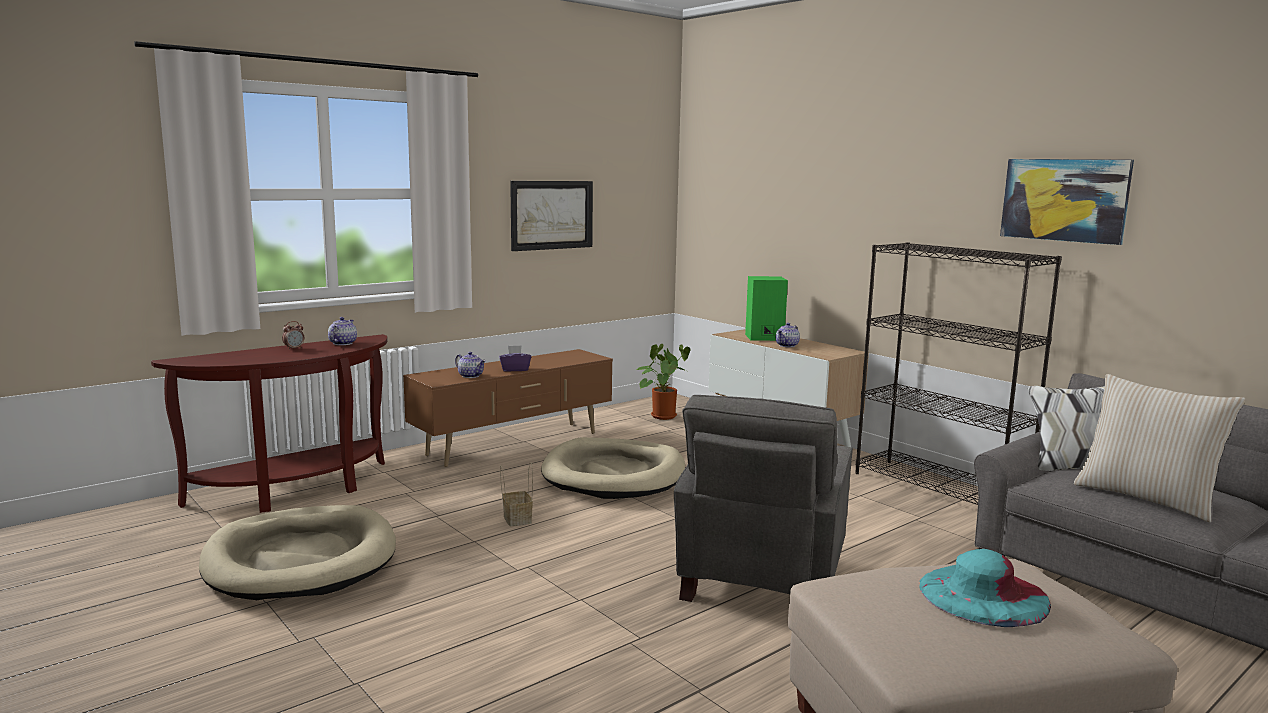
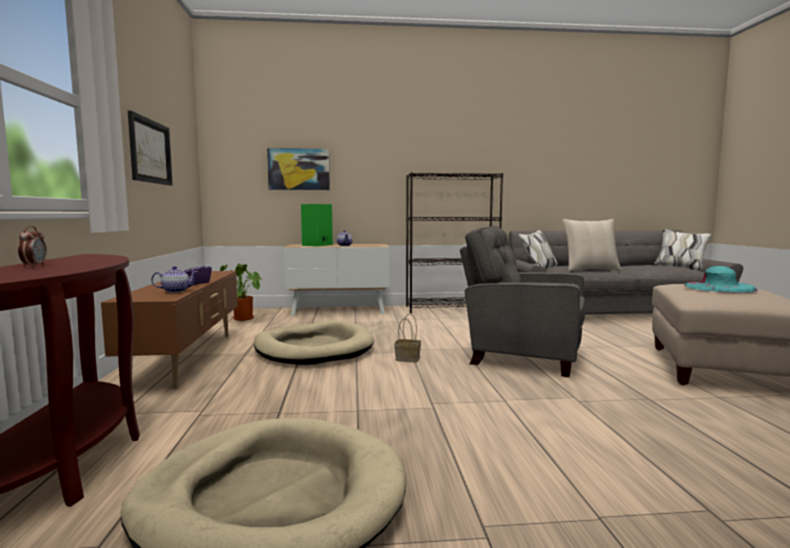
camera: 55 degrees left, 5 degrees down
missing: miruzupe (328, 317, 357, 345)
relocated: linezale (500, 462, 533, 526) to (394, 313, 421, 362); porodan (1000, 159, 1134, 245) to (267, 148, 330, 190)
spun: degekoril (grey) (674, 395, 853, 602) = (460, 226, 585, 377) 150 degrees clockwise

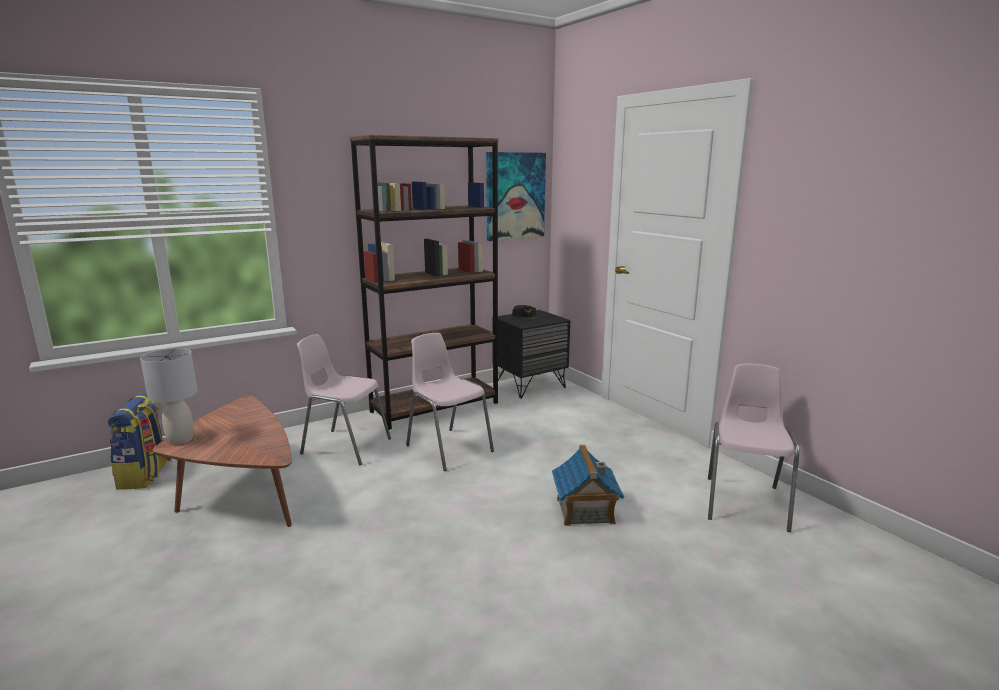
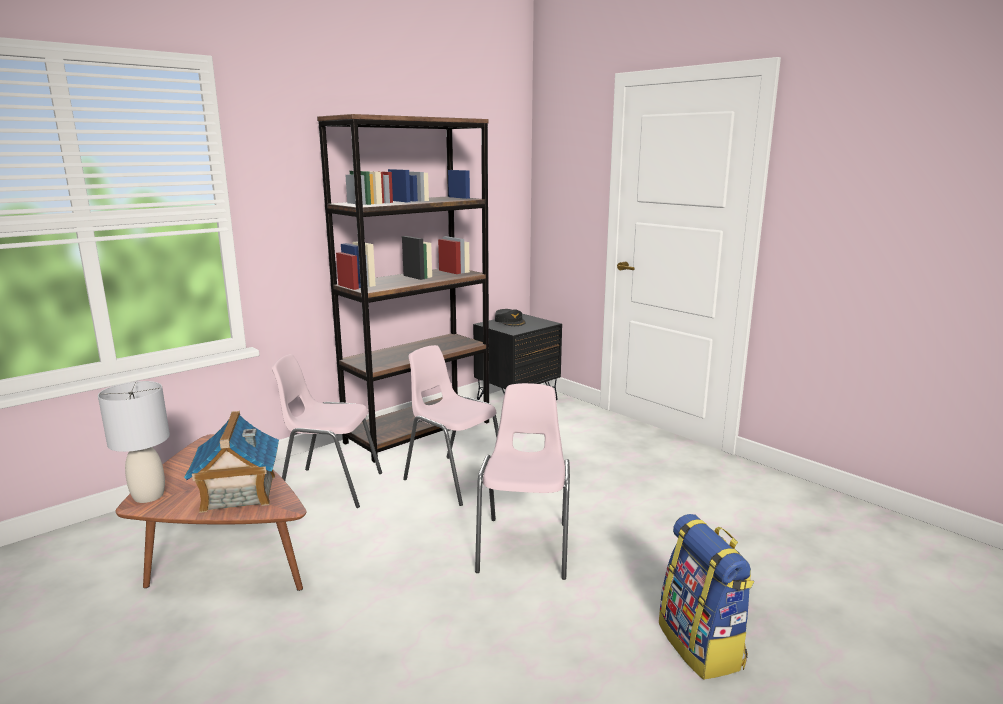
camera: 10 degrees left, 0 degrees up
missing: porodan (486, 152, 546, 241)
relocated: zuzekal (108, 393, 172, 490) to (659, 514, 754, 680); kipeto (552, 445, 625, 526) to (184, 411, 279, 513); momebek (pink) (708, 364, 799, 532) to (475, 383, 570, 580)

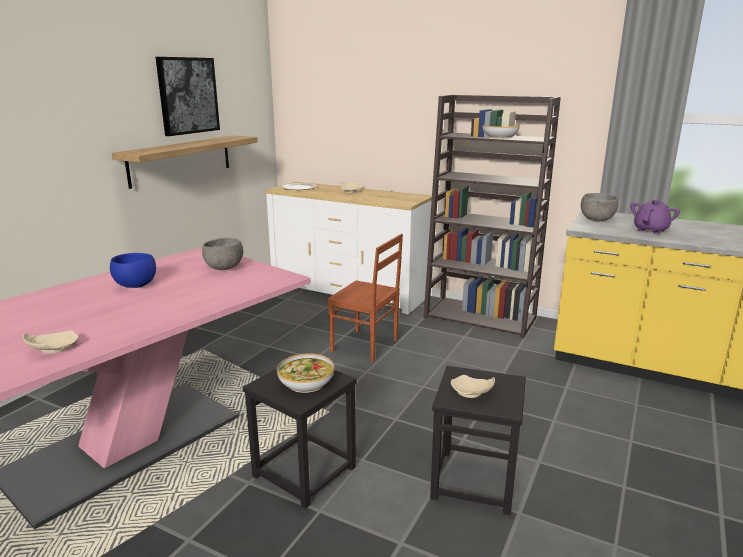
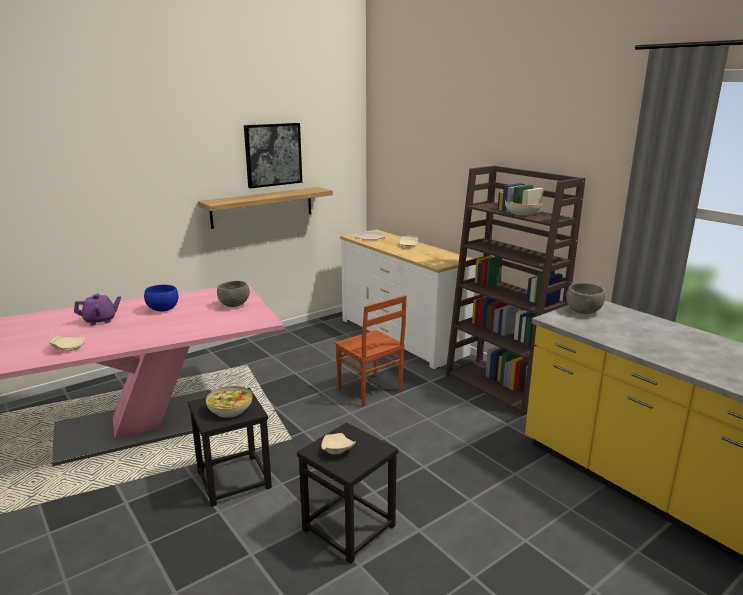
camera: 25 degrees right, 0 degrees up
relocated: miruzupe (purple) (631, 200, 680, 234) to (74, 293, 121, 326)

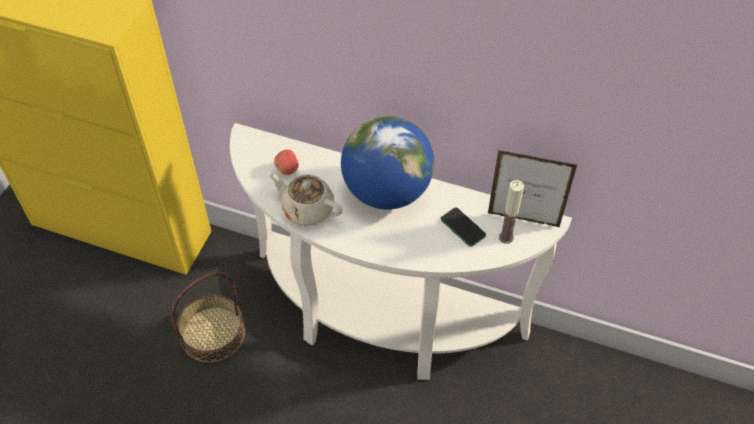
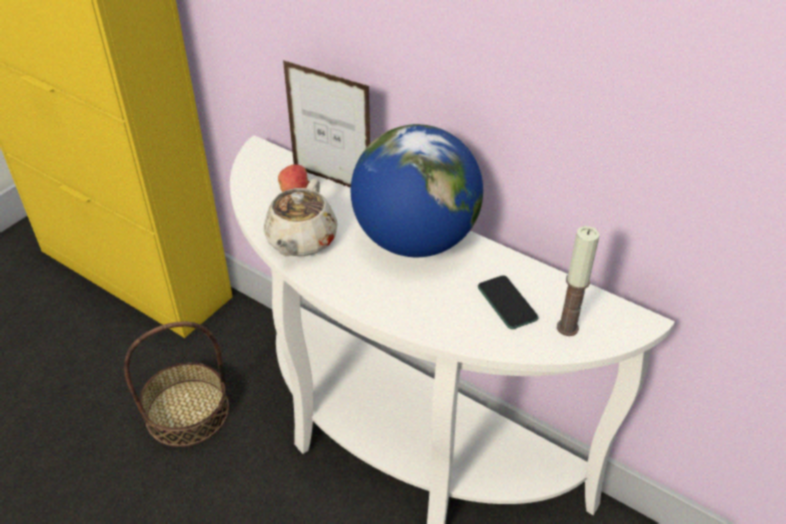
camera: 15 degrees right, 10 degrees down
relocated: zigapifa (488, 150, 577, 227) to (283, 60, 370, 188)
spun: miruzupe (beige) (268, 172, 343, 226) = (264, 178, 338, 256) 120 degrees counterclockwise

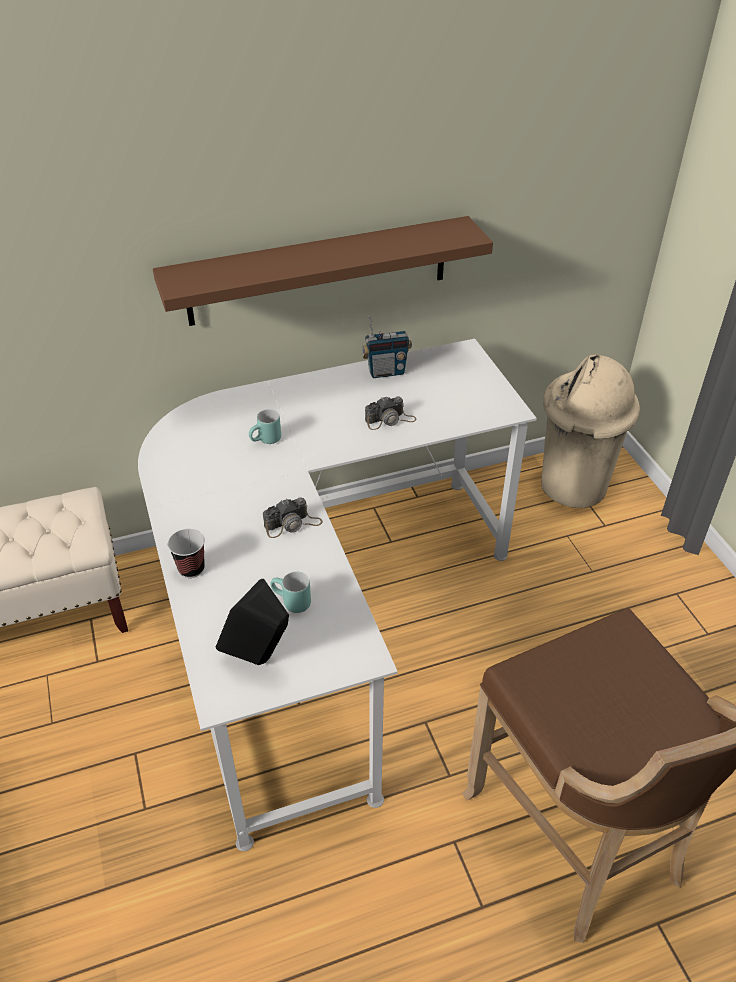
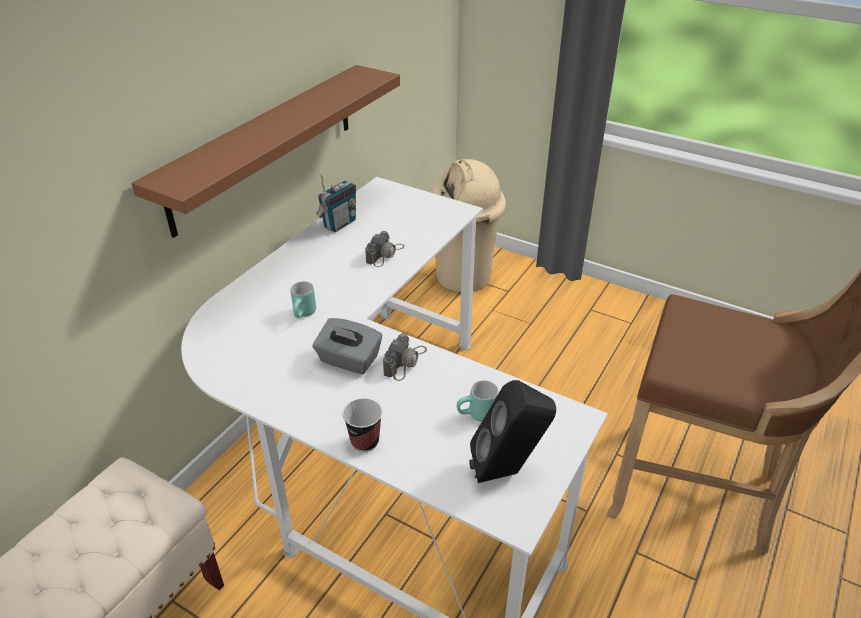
camera: 40 degrees left, 5 degrees down
appeared: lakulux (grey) (313, 318, 382, 374)

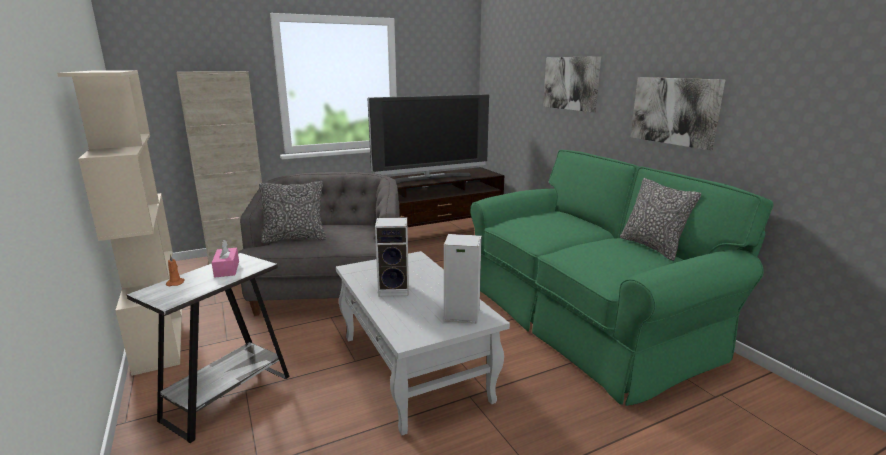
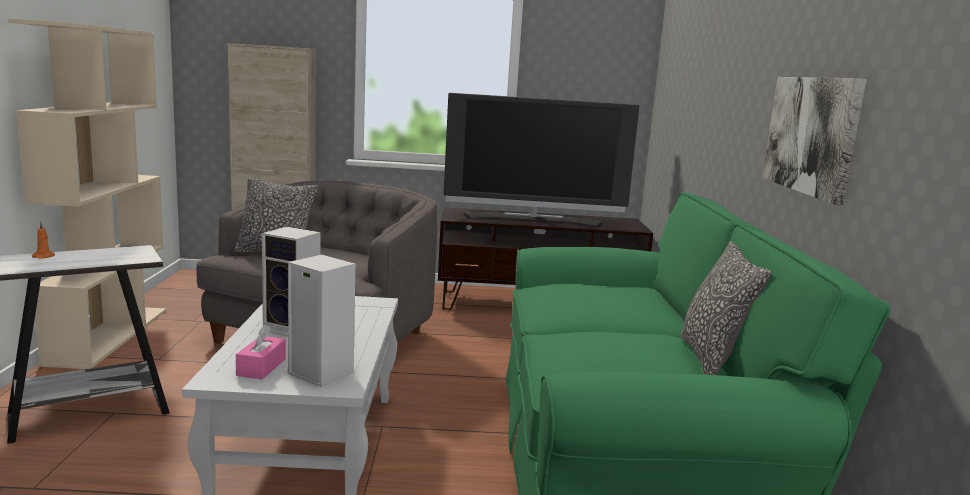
camera: 25 degrees right, 5 degrees down
missing: porodan (543, 56, 601, 112)
relocated: lakulux (pink) (212, 240, 239, 278) to (236, 325, 286, 379)

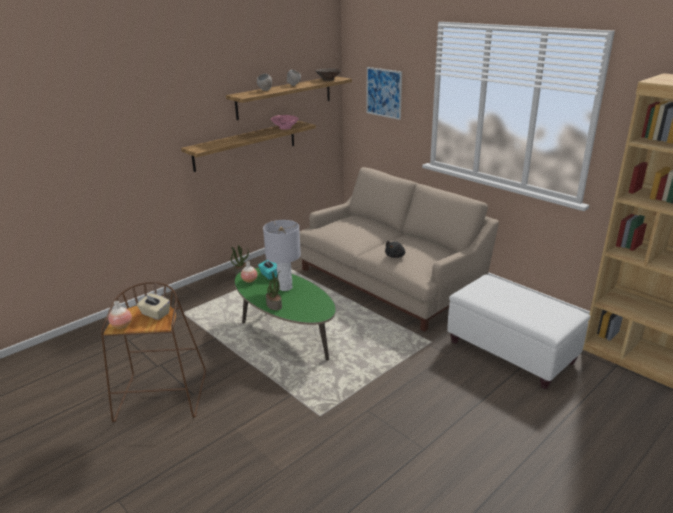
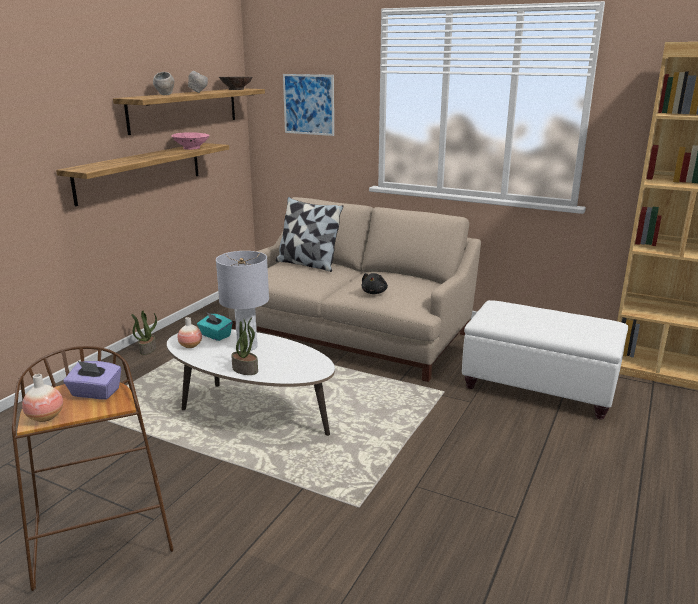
camera: 20 degrees left, 5 degrees down
appeared: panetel (276, 197, 344, 272)
colour: lakulux (beige) (137, 293, 170, 320) to lakulux (purple) (64, 361, 121, 400); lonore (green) (235, 268, 336, 361) to lonore (white) (167, 329, 335, 436)

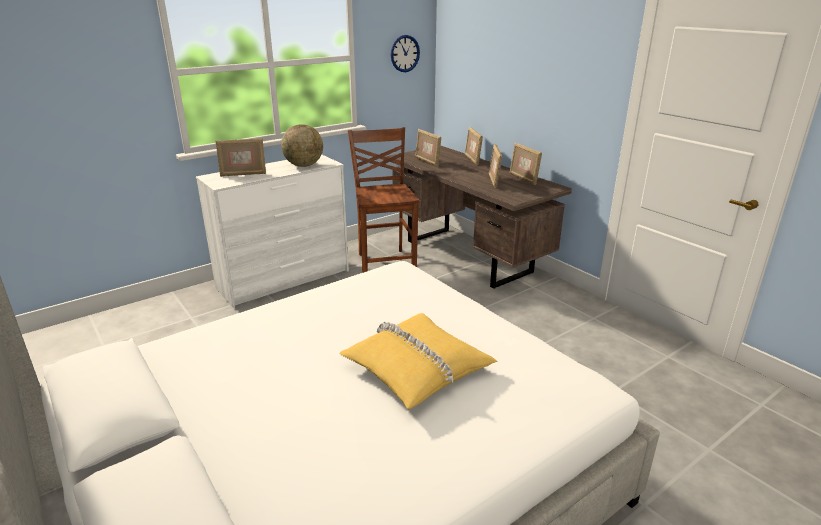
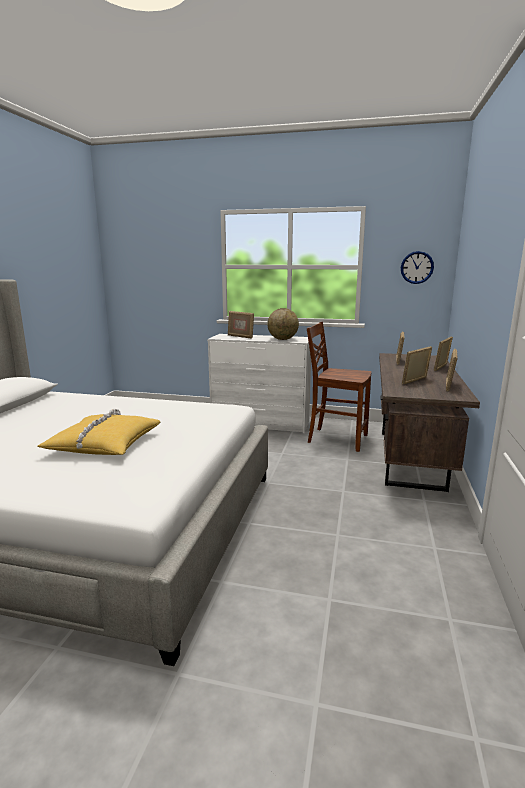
camera: 50 degrees right, 10 degrees down
spun: momebek (brown) (348, 127, 419, 273) = (307, 322, 371, 452) 105 degrees counterclockwise

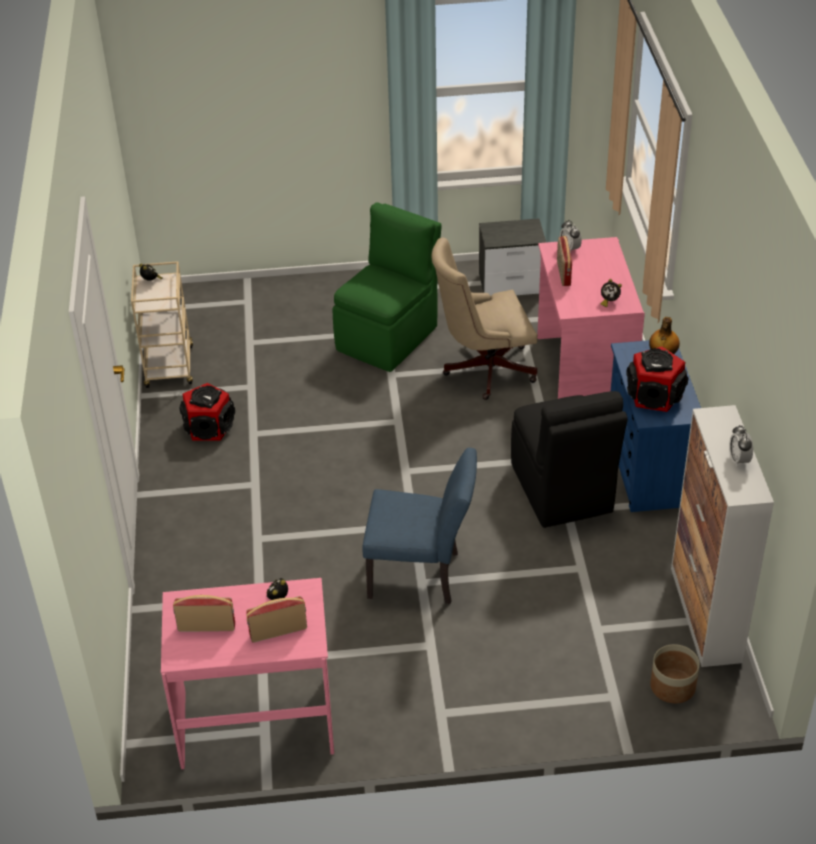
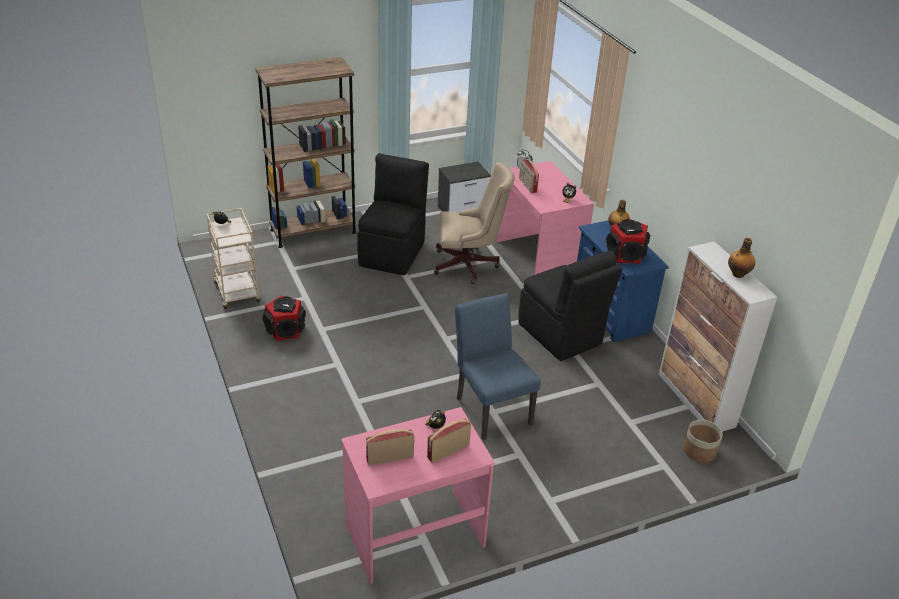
camera: 20 degrees left, 5 degrees down
appeared: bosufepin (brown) (255, 57, 356, 248)
exchanged: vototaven (729, 425, 753, 467) to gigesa (728, 238, 755, 278)
colour: momebek (green) (332, 203, 441, 372) to momebek (black) (357, 153, 429, 275)
spun: momebek (blue) (363, 448, 477, 604) = (455, 293, 541, 440) 105 degrees counterclockwise; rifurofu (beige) (432, 238, 537, 400) = (434, 162, 515, 284) 150 degrees counterclockwise

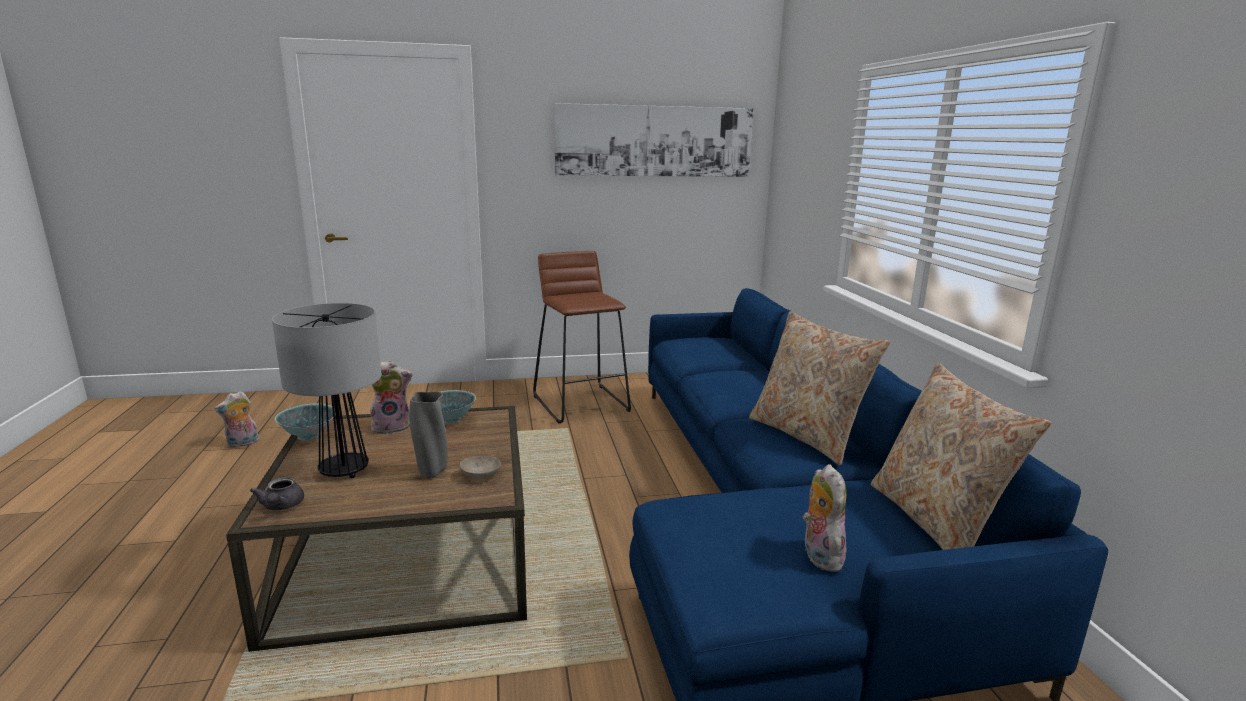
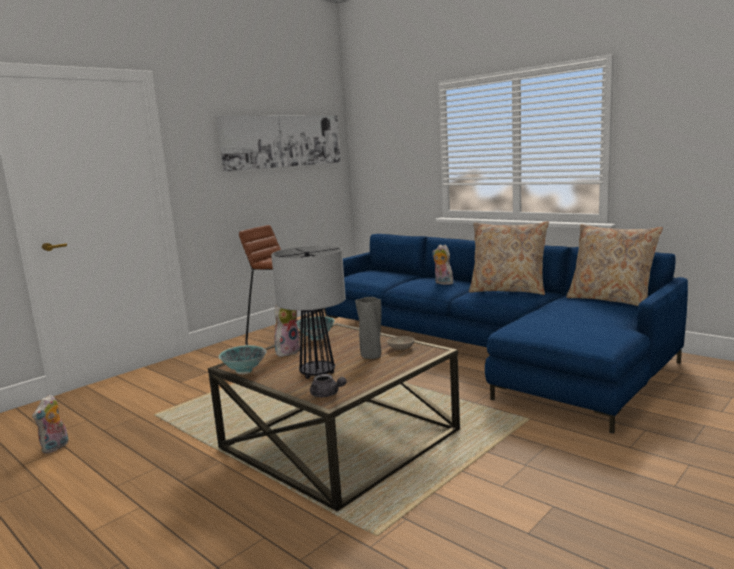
camera: 35 degrees left, 5 degrees down
relocated: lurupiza (803, 464, 846, 572) to (432, 244, 453, 285)

